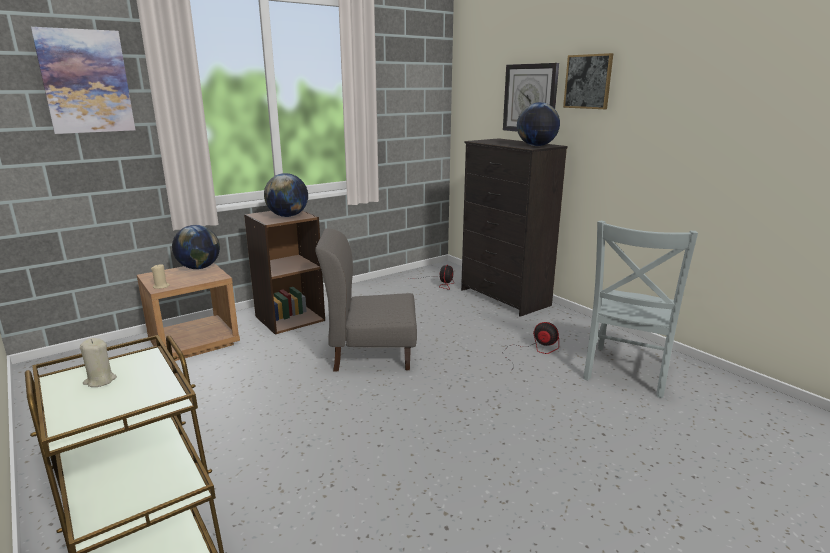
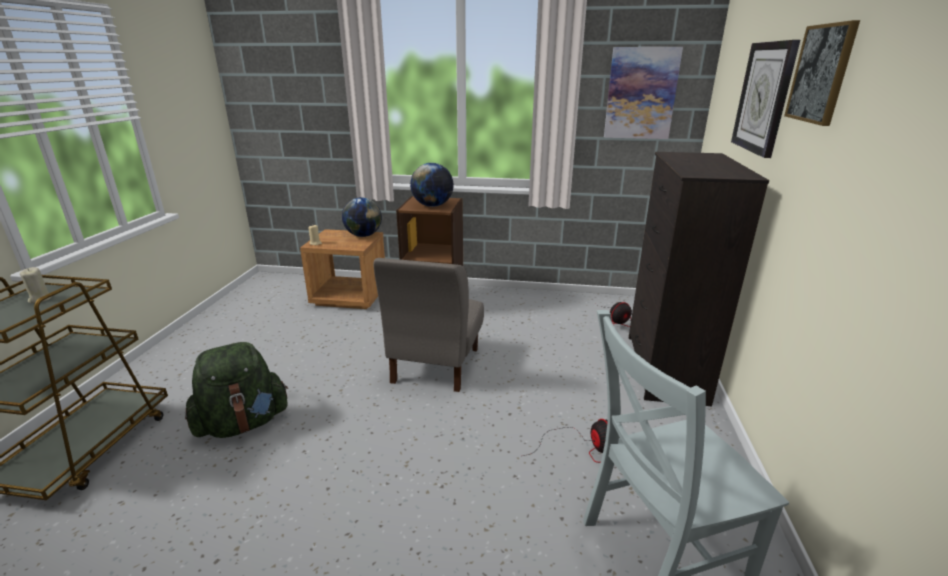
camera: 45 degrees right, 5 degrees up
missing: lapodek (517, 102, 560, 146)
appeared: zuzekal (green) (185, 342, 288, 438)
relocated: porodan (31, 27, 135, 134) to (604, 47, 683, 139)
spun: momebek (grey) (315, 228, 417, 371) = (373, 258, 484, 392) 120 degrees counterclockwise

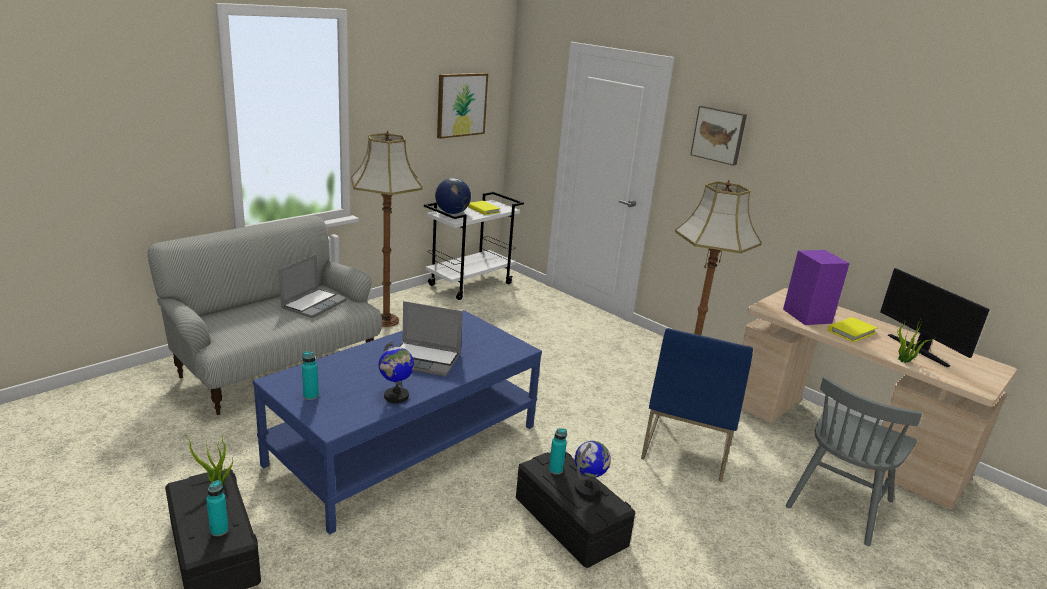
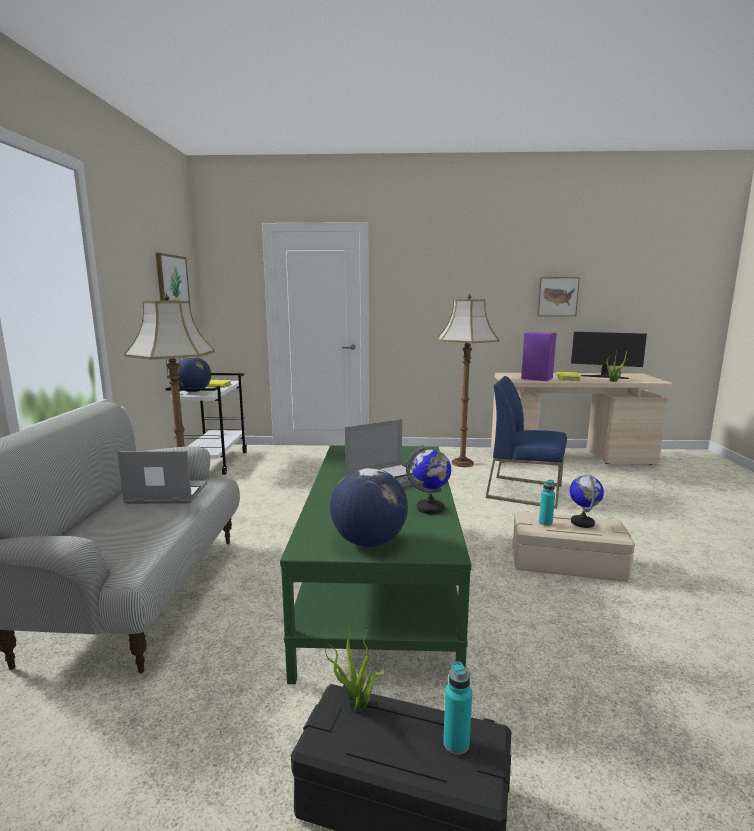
camera: 40 degrees left, 10 degrees down
missing: momebek (grey) (786, 376, 922, 546)
relocated: porodan (690, 106, 747, 166) to (537, 277, 580, 316)
exchanged: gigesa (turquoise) (302, 351, 319, 400) to lapodek (330, 468, 408, 547)
colour: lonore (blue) (253, 310, 542, 535) to lonore (green) (280, 445, 471, 684); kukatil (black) (516, 452, 635, 568) to kukatil (beige) (513, 511, 635, 582)
spun: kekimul (279, 254, 347, 318) = (117, 451, 207, 504) 75 degrees counterclockwise; momebek (blue) (641, 328, 753, 482) = (486, 376, 567, 509) 135 degrees clockwise

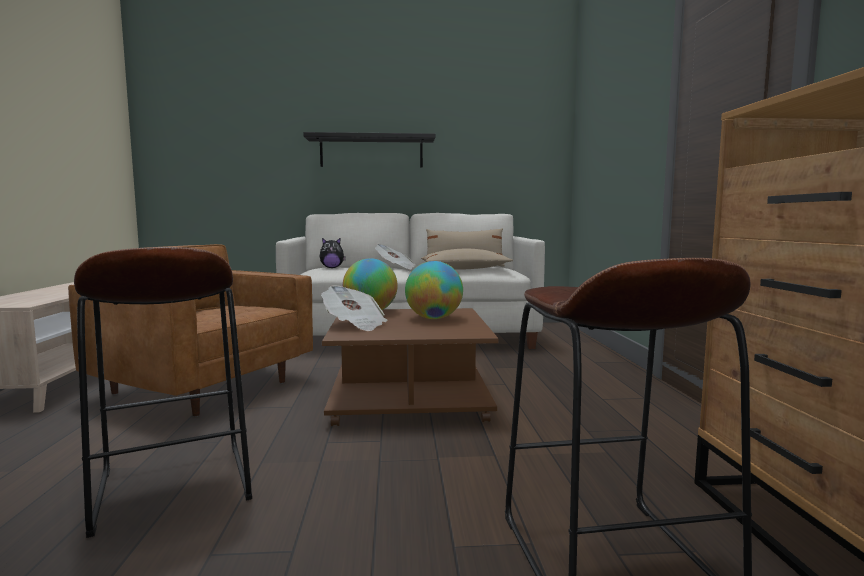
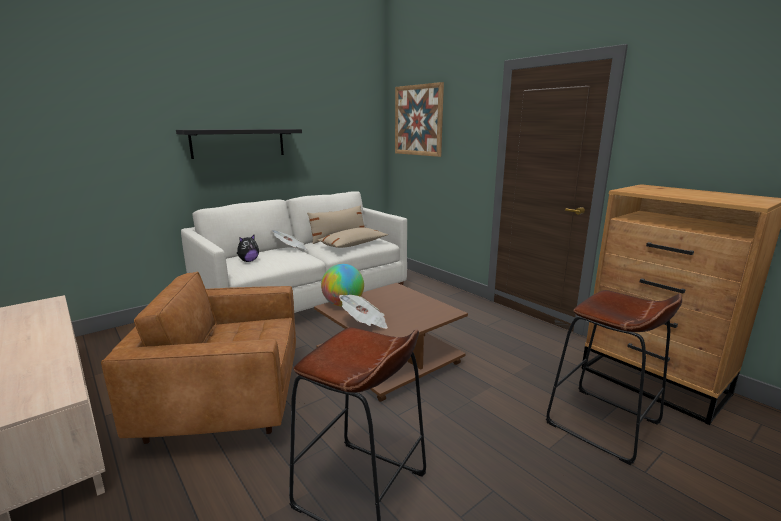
camera: 35 degrees left, 10 degrees up
missing: lapodek (405, 261, 463, 319)
appeared: porodan (395, 82, 444, 157)

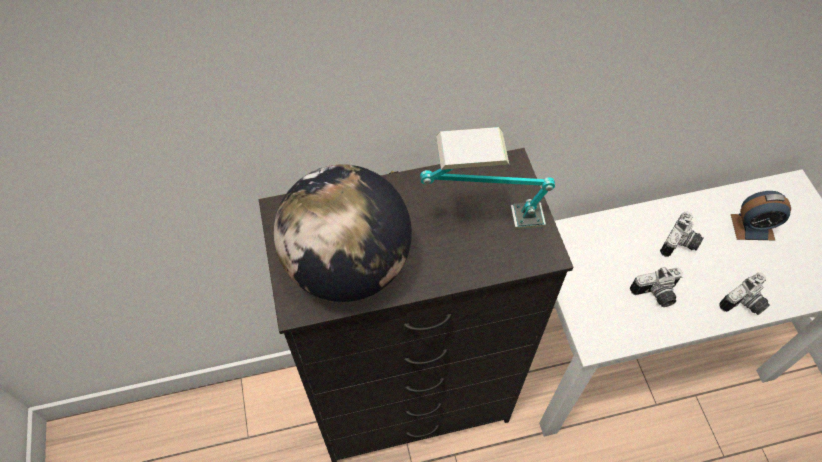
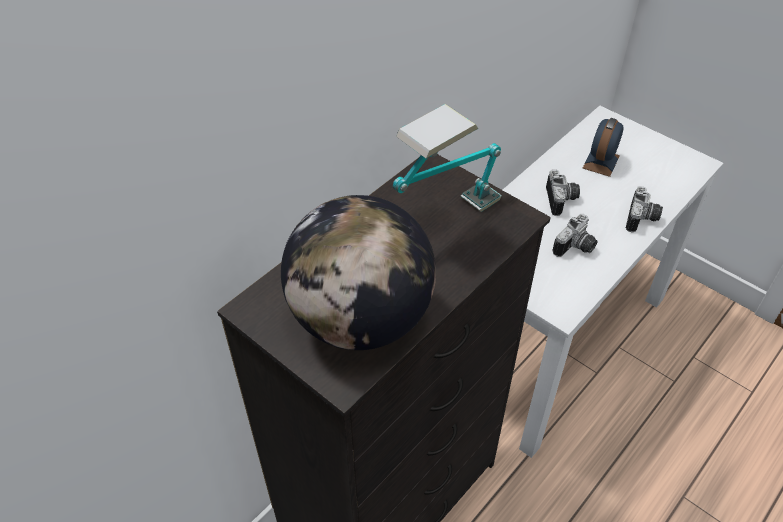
camera: 35 degrees left, 10 degrees down
spun: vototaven (731, 191, 791, 240) = (583, 118, 624, 177) 150 degrees clockwise

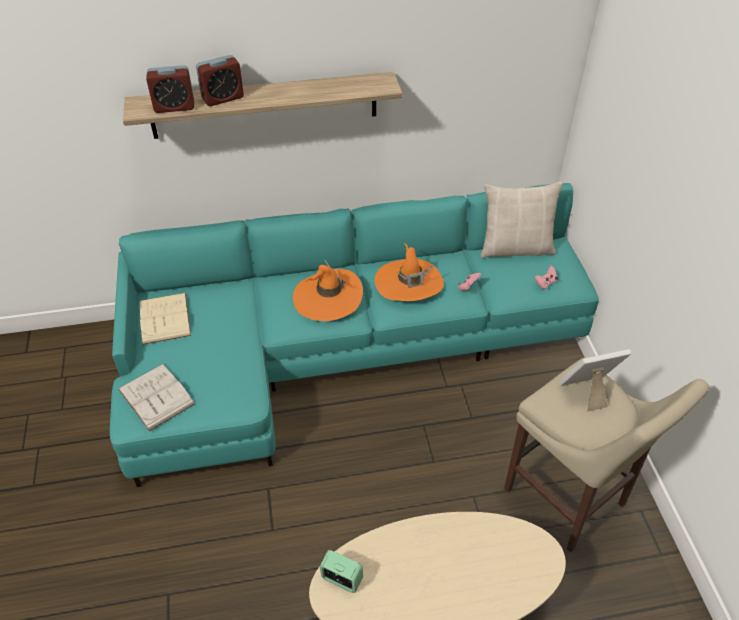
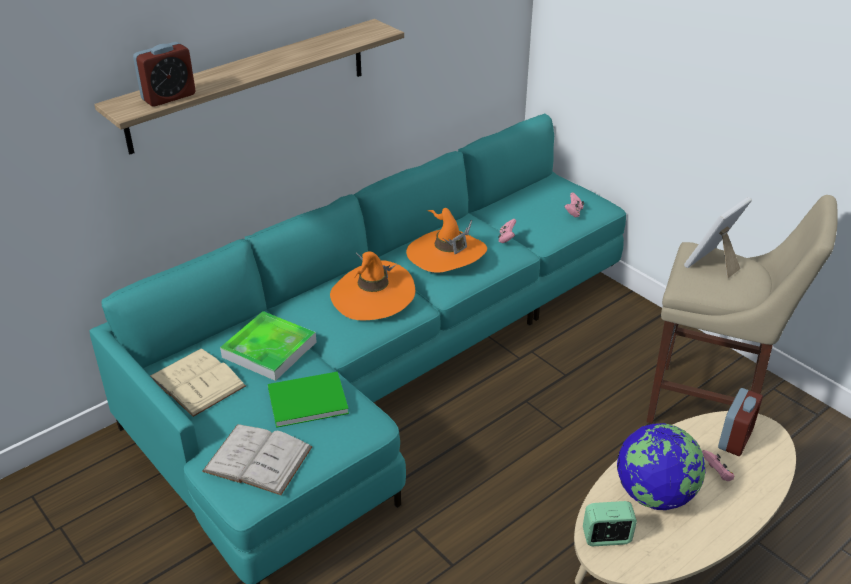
camera: 30 degrees left, 10 degrees down
missing: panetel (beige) (480, 182, 563, 258)
appeared: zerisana (220, 311, 317, 381); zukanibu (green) (268, 372, 349, 428); lapodek (617, 423, 706, 510); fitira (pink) (702, 450, 734, 481)
relocated: vototaven (196, 55, 244, 106) to (718, 388, 763, 456)

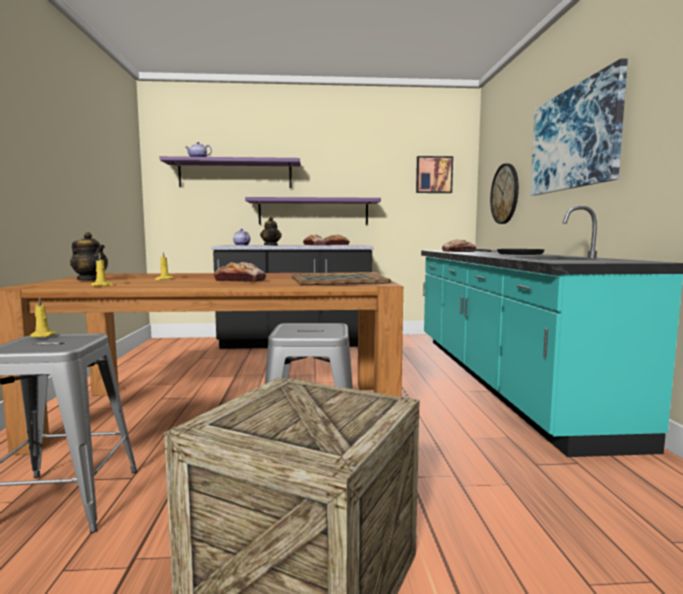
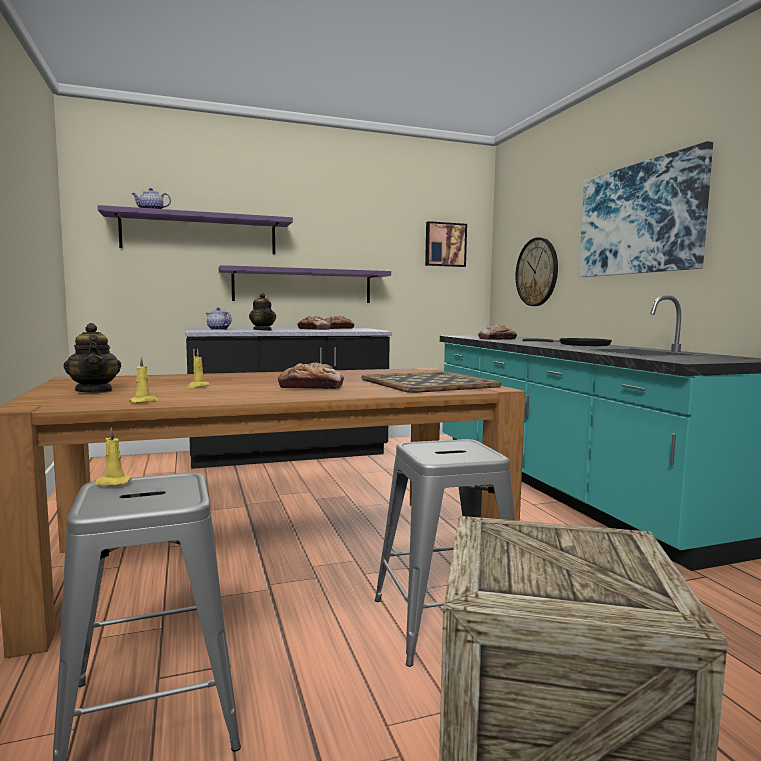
camera: 15 degrees left, 0 degrees up
spun: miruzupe (70, 232, 108, 280) = (63, 323, 121, 393) 45 degrees clockwise

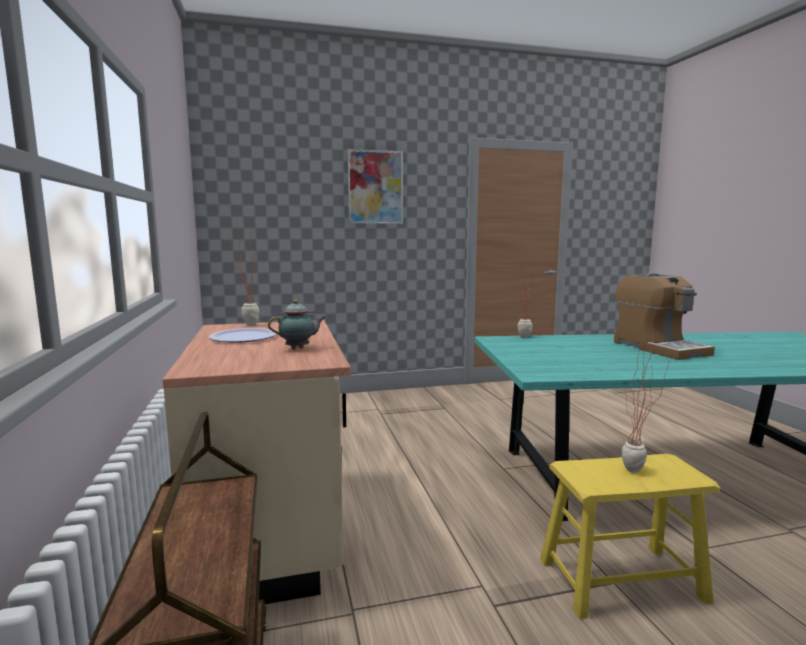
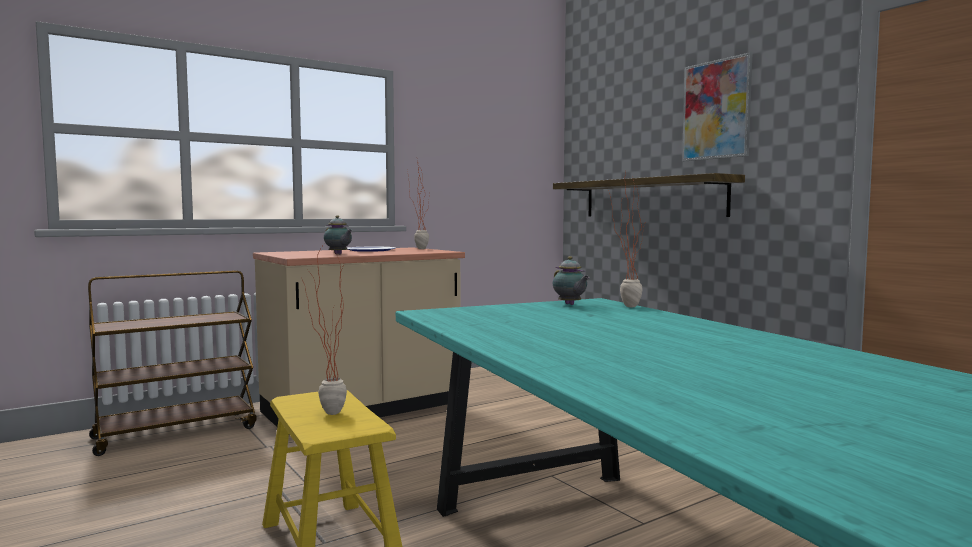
camera: 70 degrees right, 5 degrees down
missing: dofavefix (614, 273, 715, 360)
appeared: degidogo (553, 173, 745, 217); miruzupe (553, 256, 590, 305)

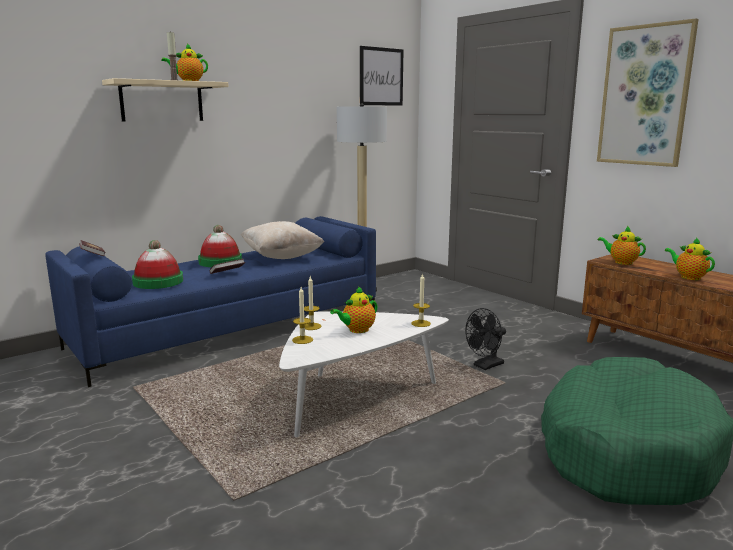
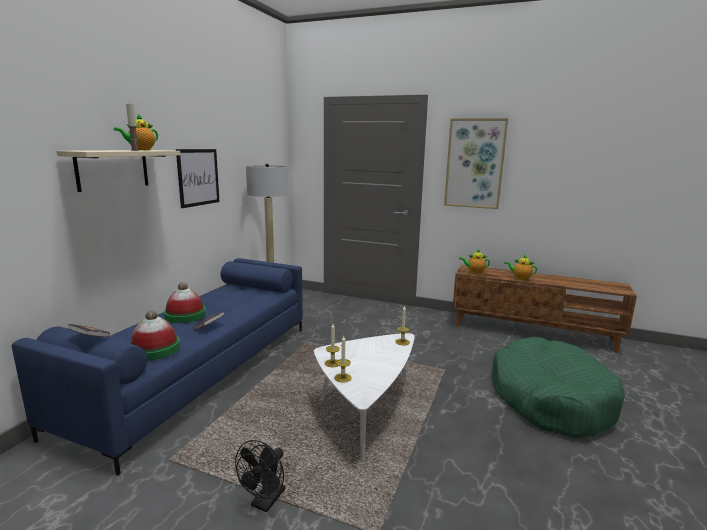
camera: 30 degrees left, 0 degrees up
missing: panetel (beige) (241, 221, 324, 259); miruzupe (330, 286, 378, 333)
relocated: porodan (360, 46, 403, 106) to (176, 149, 220, 208); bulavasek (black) (465, 308, 506, 370) to (235, 440, 285, 512)

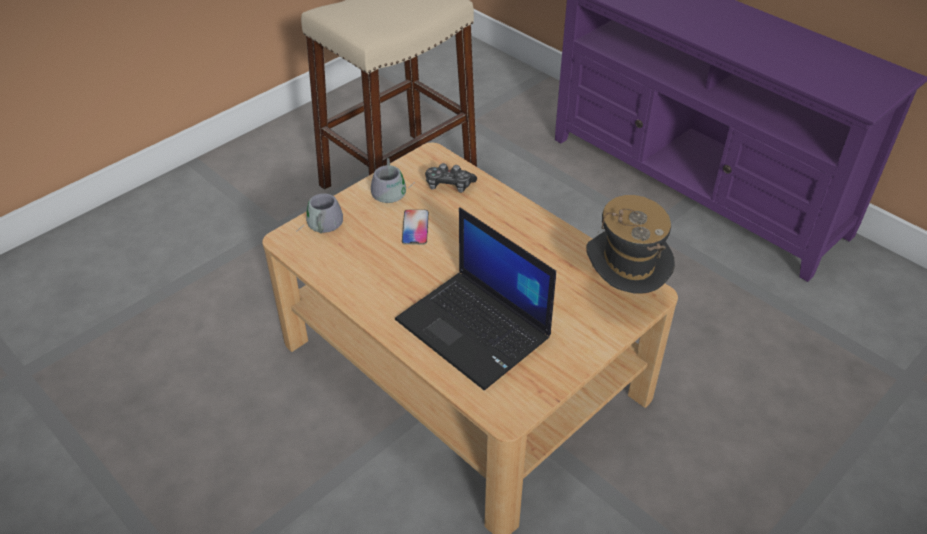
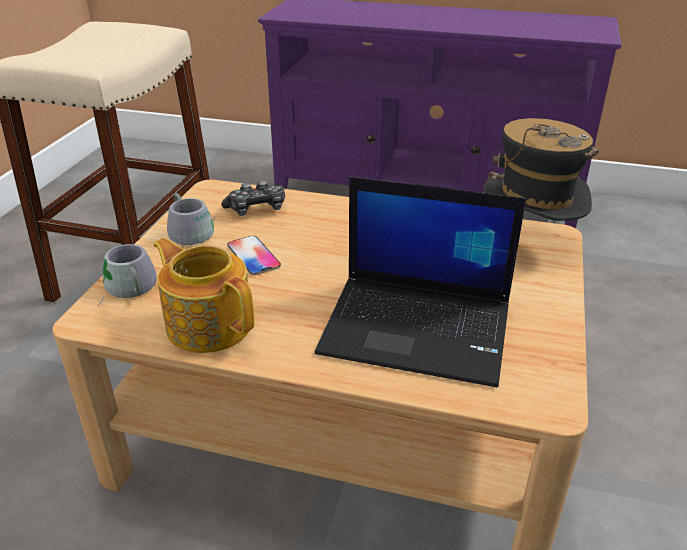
camera: 30 degrees left, 10 degrees down
appeared: miruzupe (154, 238, 254, 353)

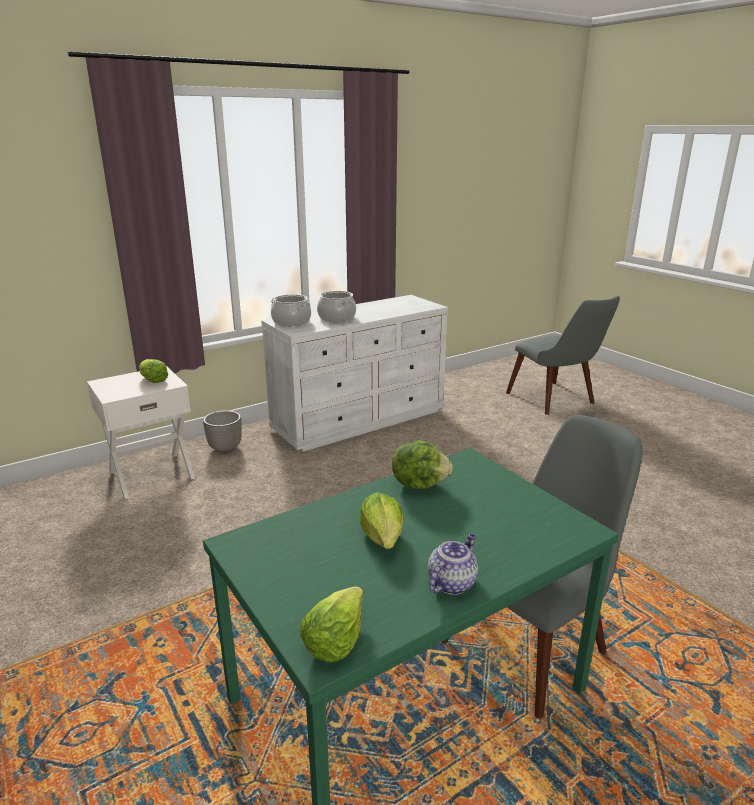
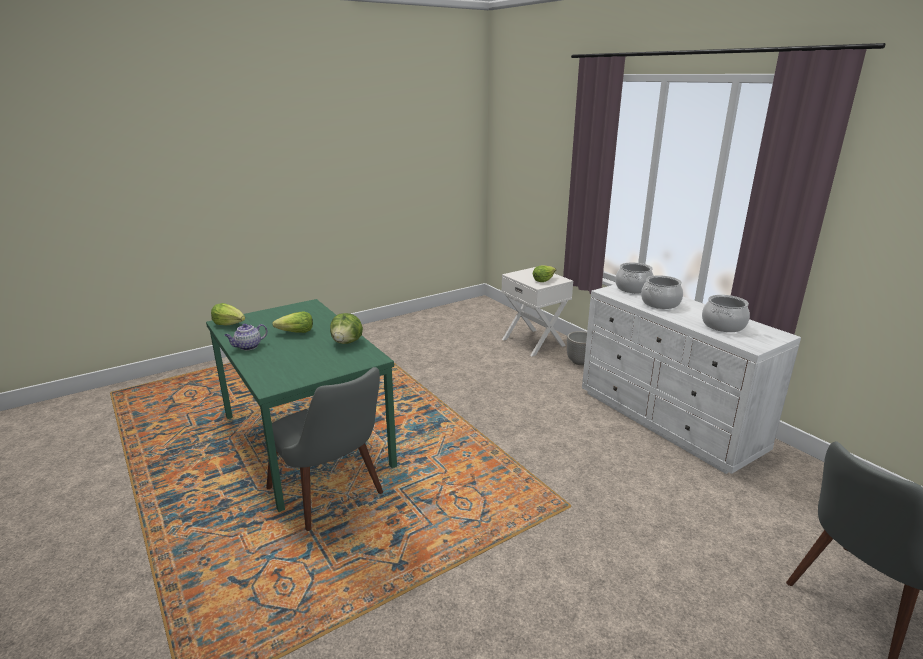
camera: 90 degrees right, 0 degrees up
appeared: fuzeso (702, 295, 750, 332)
spun: miruzupe (428, 534, 478, 595) = (224, 324, 268, 350) 105 degrees clockwise

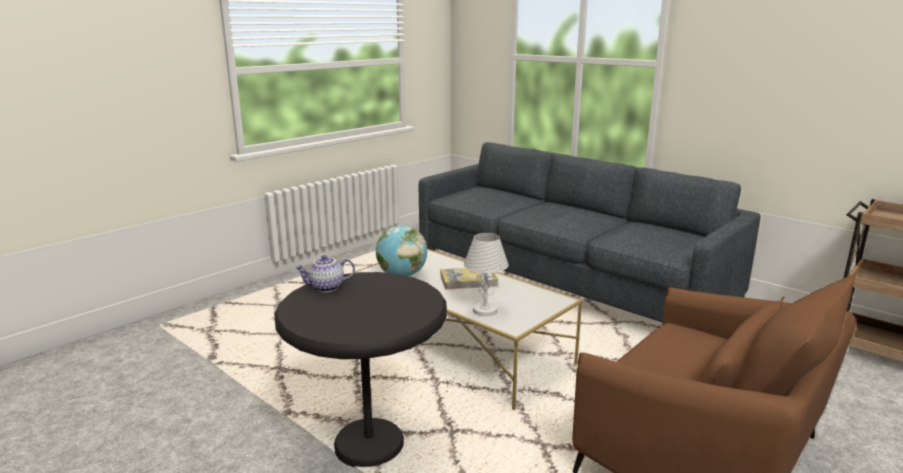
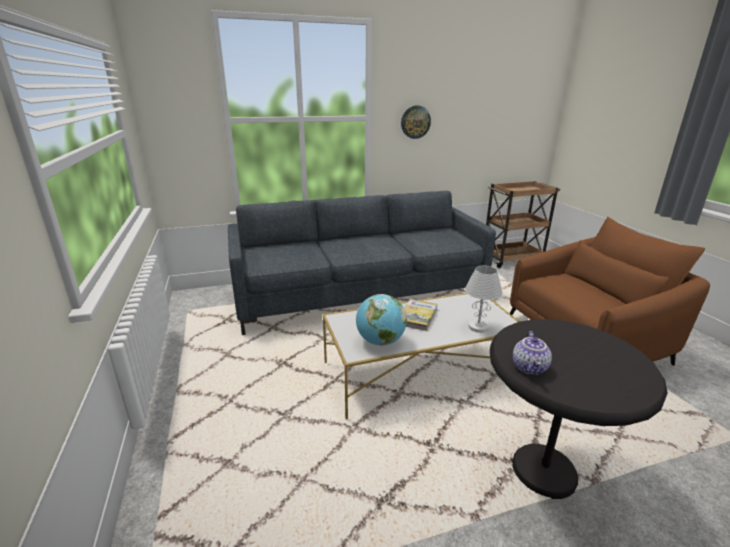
camera: 60 degrees left, 5 degrees up
appeared: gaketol (401, 106, 431, 139)

